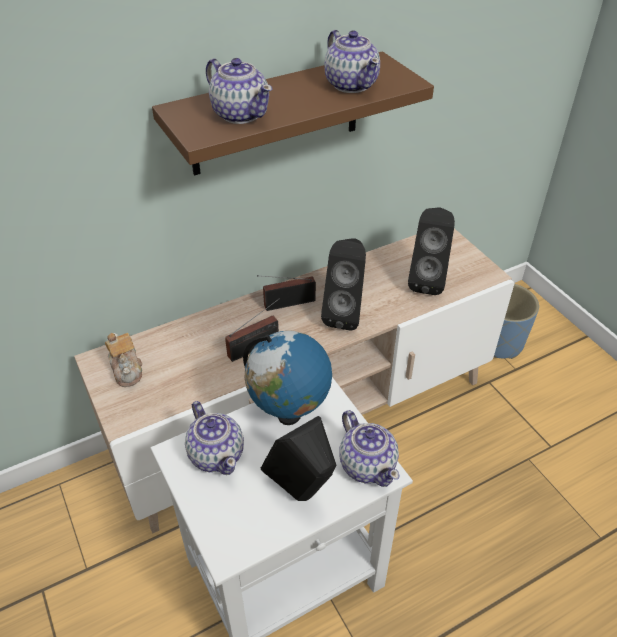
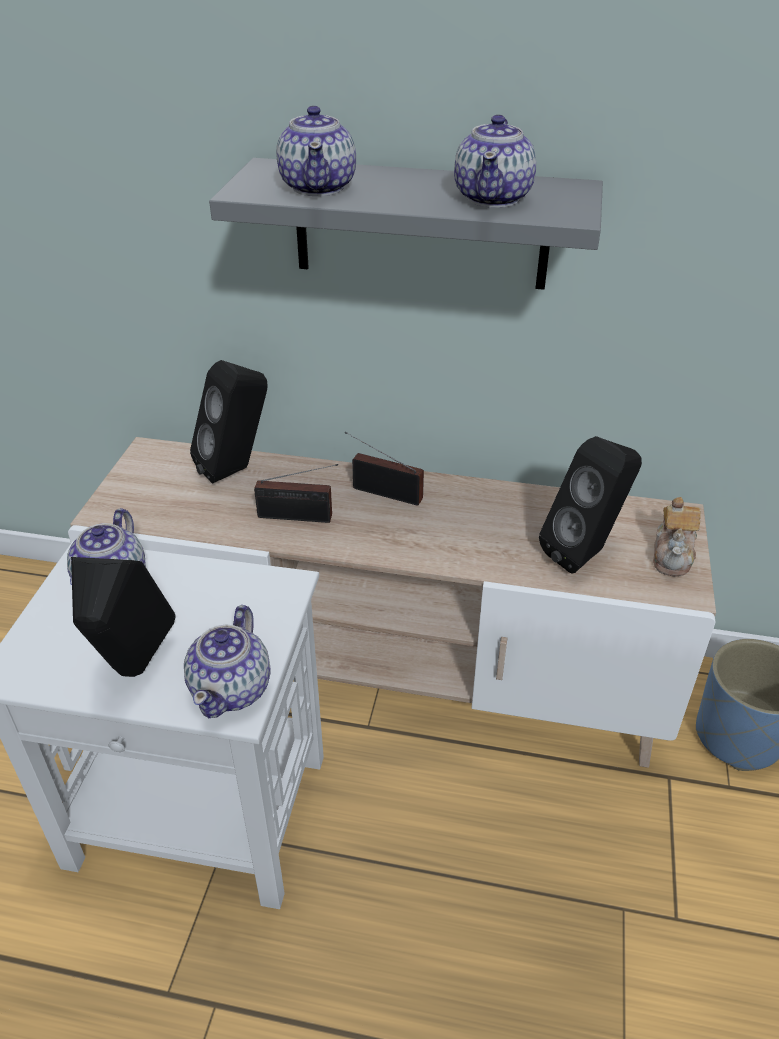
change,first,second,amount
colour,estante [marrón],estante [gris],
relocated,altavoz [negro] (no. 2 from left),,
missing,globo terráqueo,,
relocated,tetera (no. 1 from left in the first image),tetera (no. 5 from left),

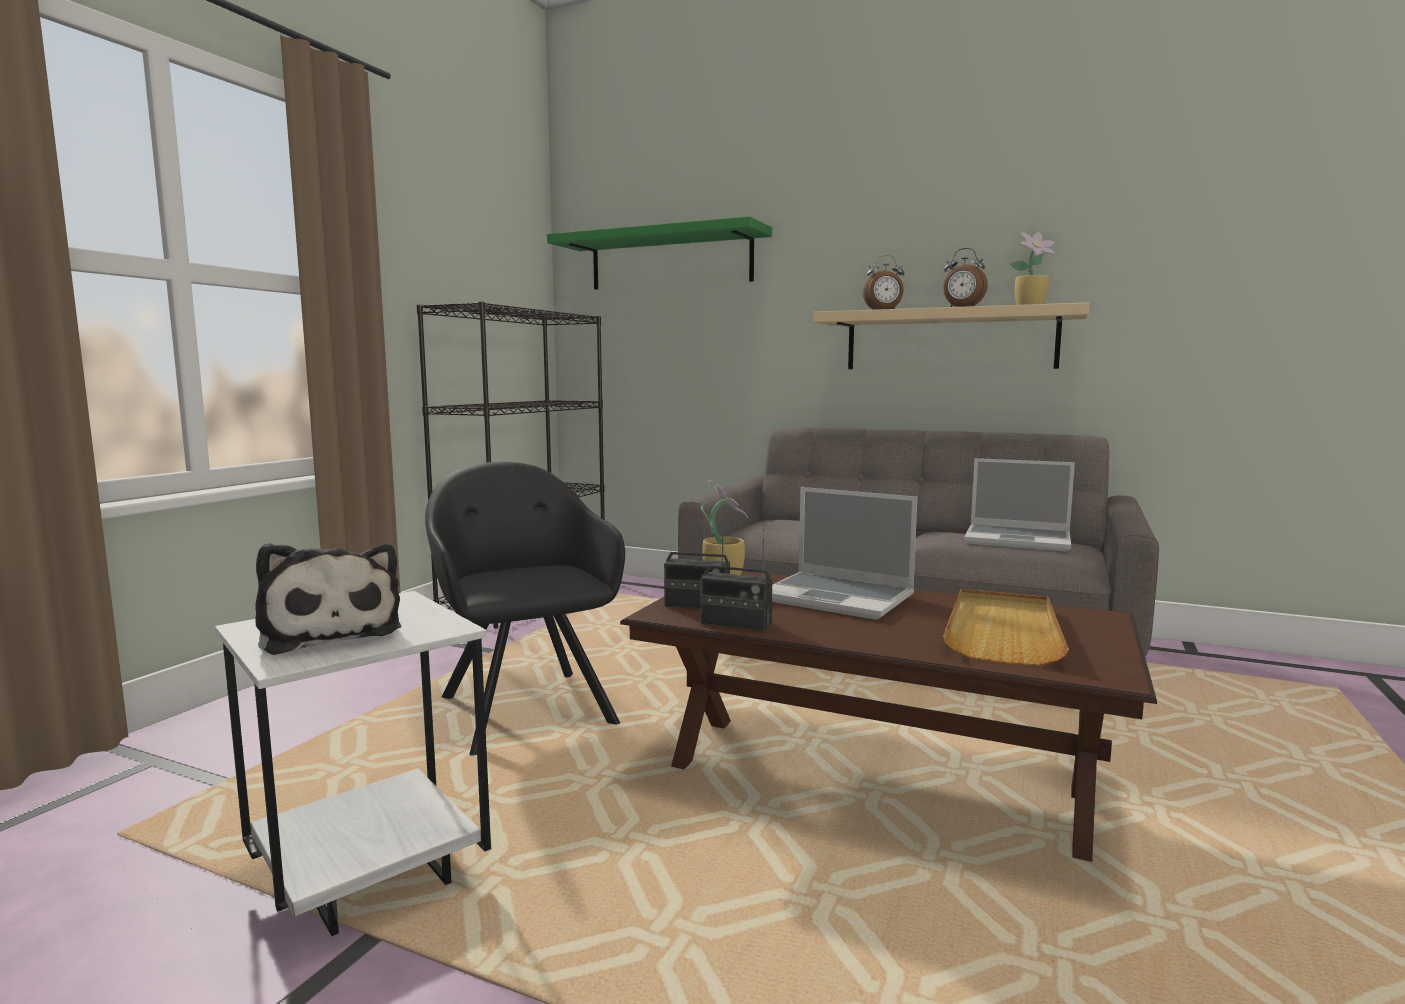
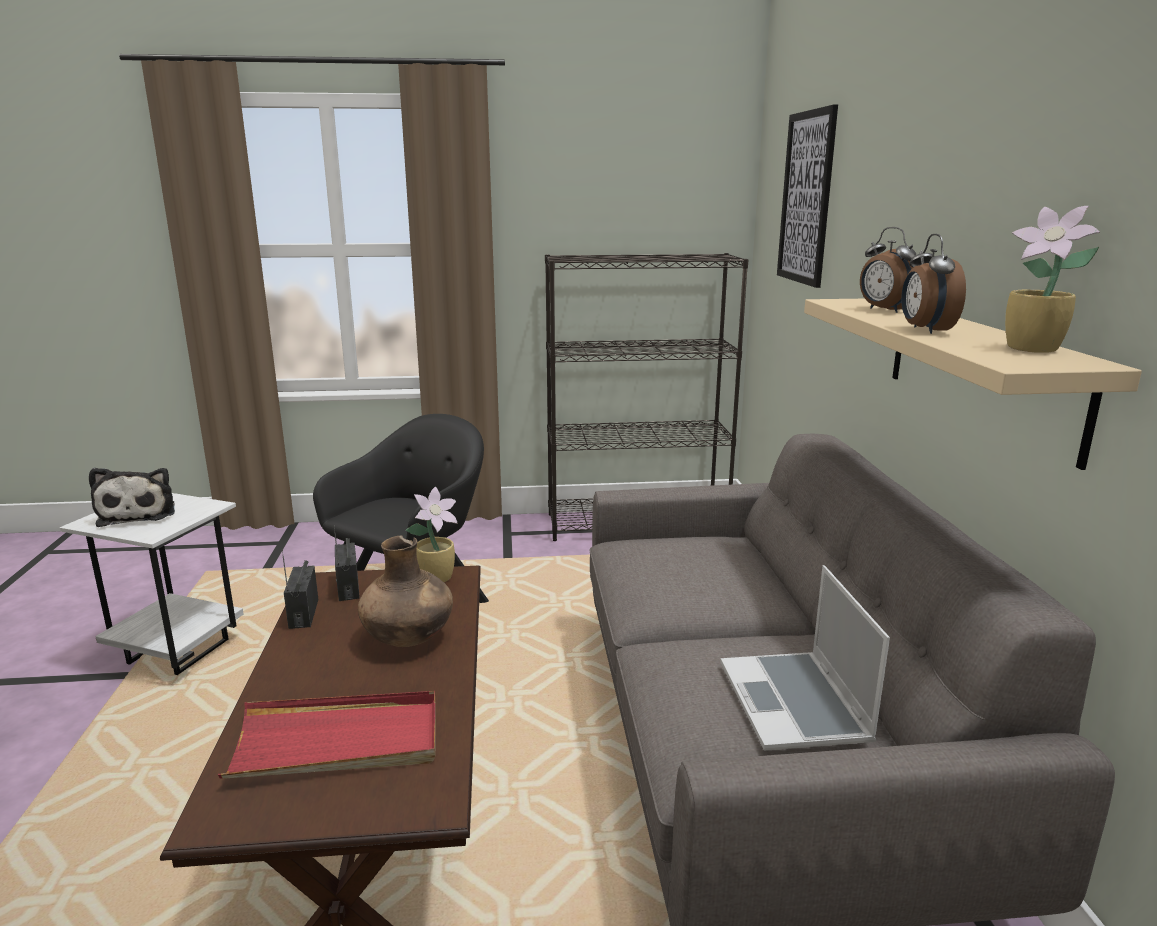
change,first,second,amount
exchanged,estante [verde],cuadro,
exchanged,portátil (no. 1 from left),florero [marrón],
spun,peluche,,45 degrees counterclockwise
colour,bandeja [beis],bandeja [rojo],

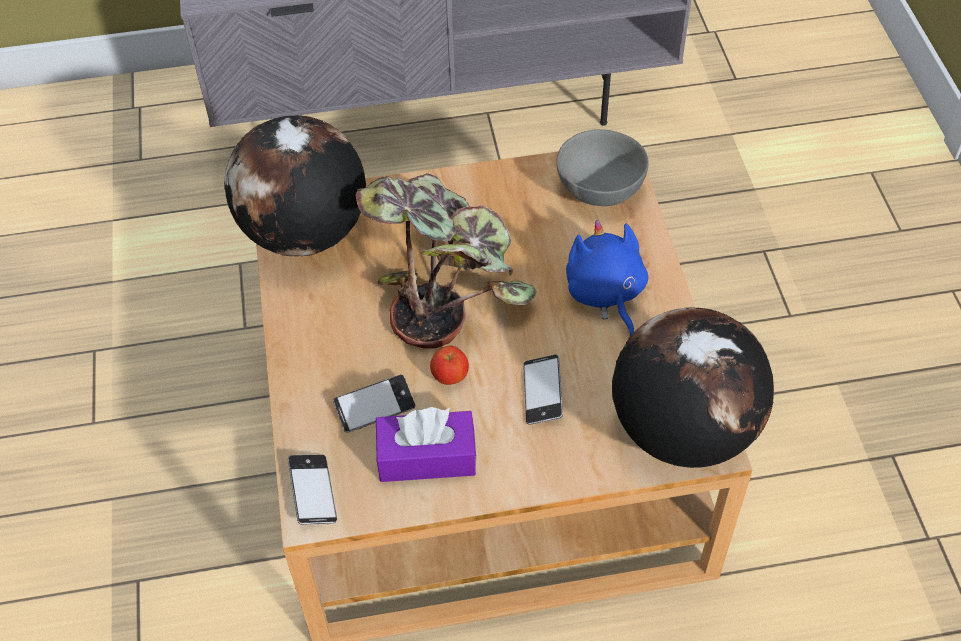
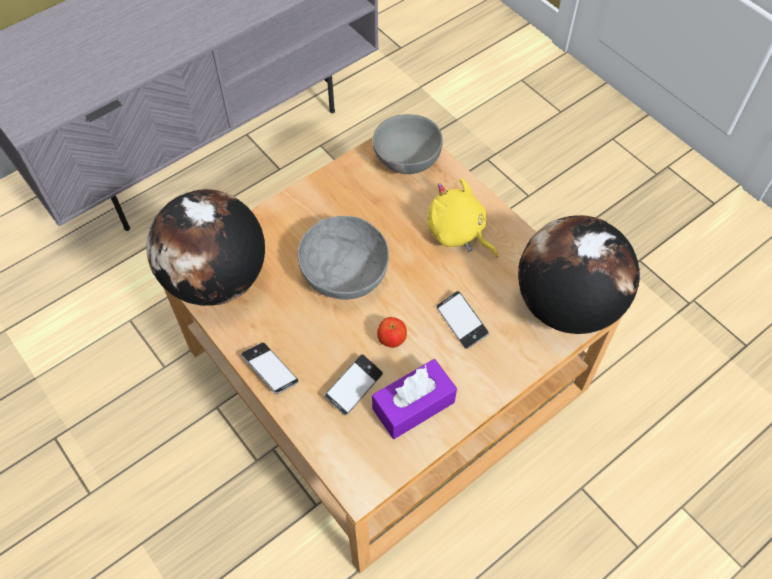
change,first,second,amount
exchanged,planta en maceta,cuenco [gris] (no. 1 from left),
colour,peluche [azul],peluche [amarillo],
relocated,móvil (no. 1 from left),,

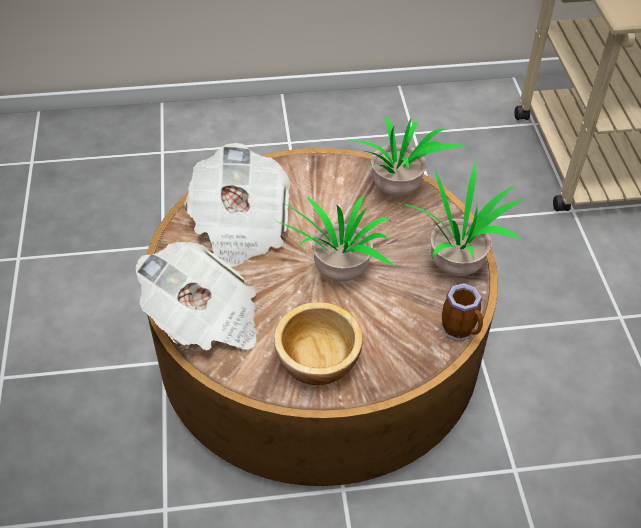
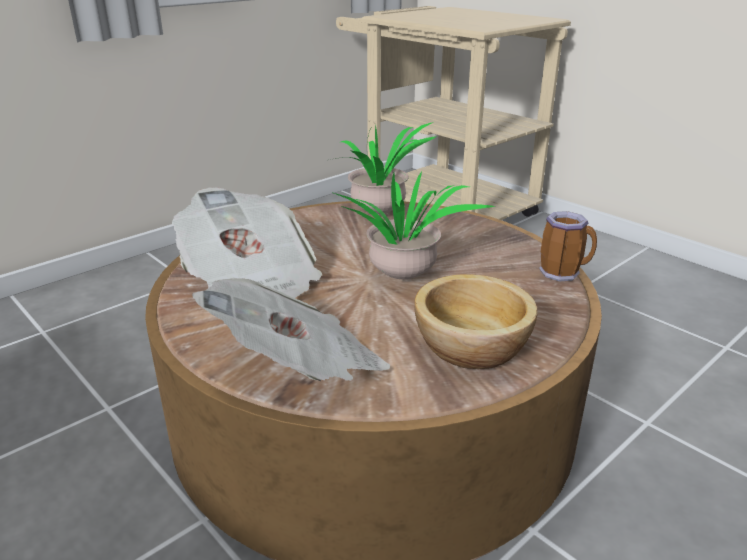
change,first,second,amount
missing,planta en maceta (no. 3 from left),,

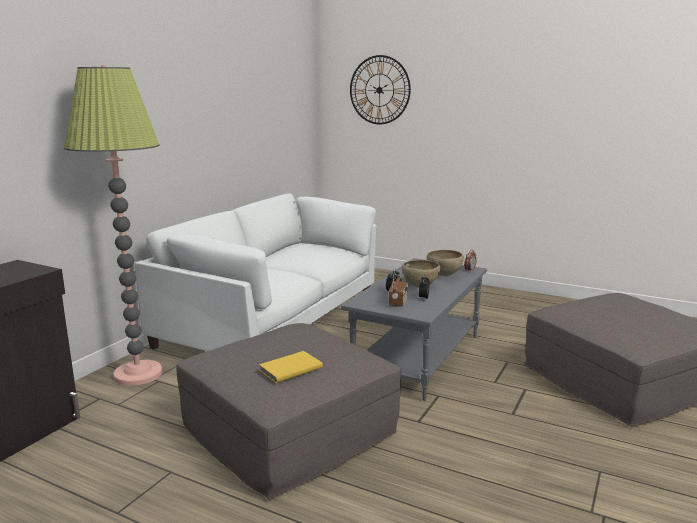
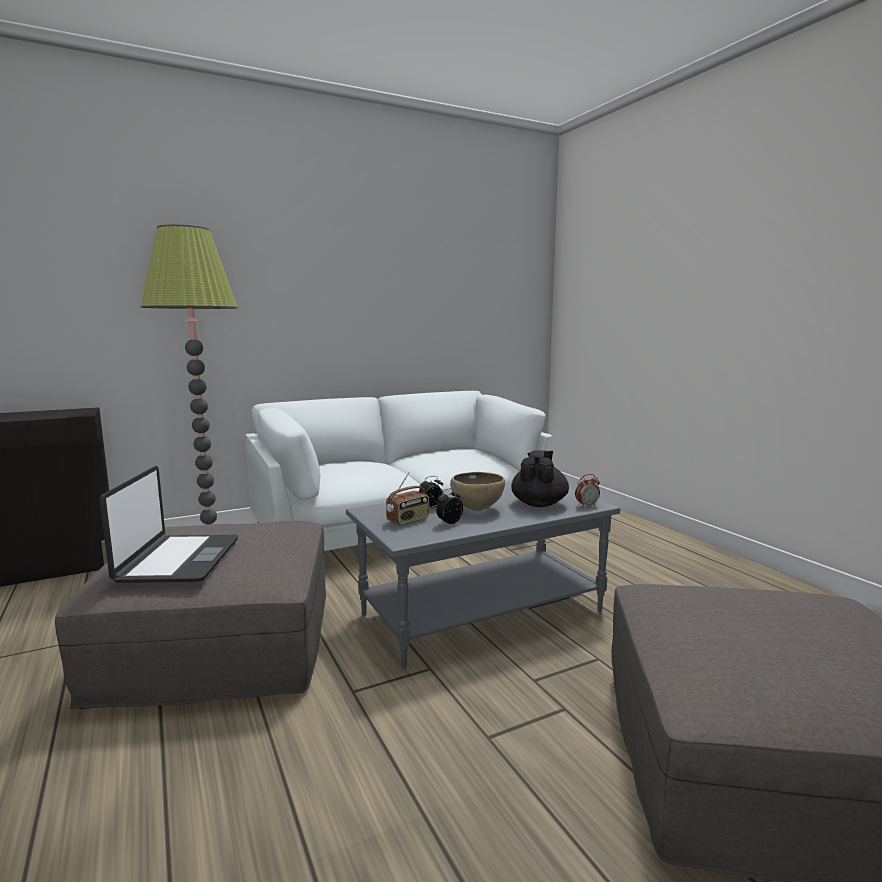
change,first,second,amount
missing,reloj de pared,,
exchanged,cuenco [marrón] (no. 2 from left),tetera [negro],
exchanged,libro [amarillo],portátil,

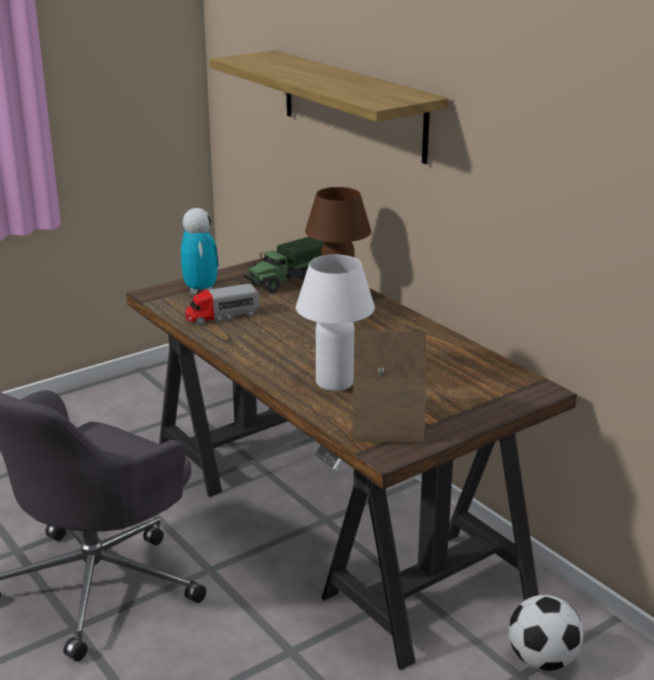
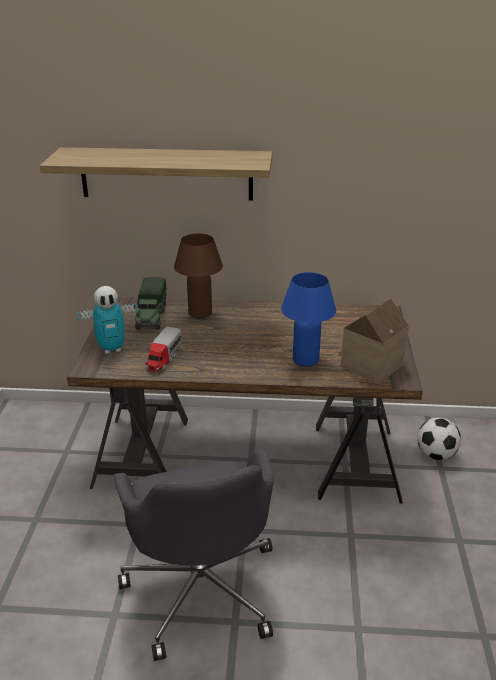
change,first,second,amount
spun,robot de juguete,,135 degrees clockwise
colour,lámpara de mesa [blanco],lámpara de mesa [azul],

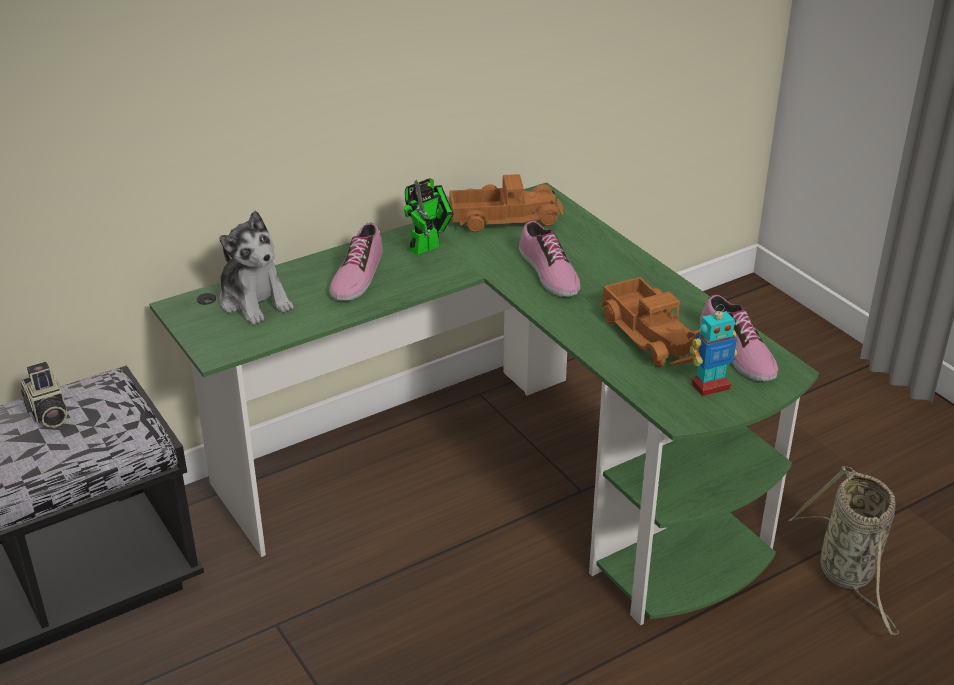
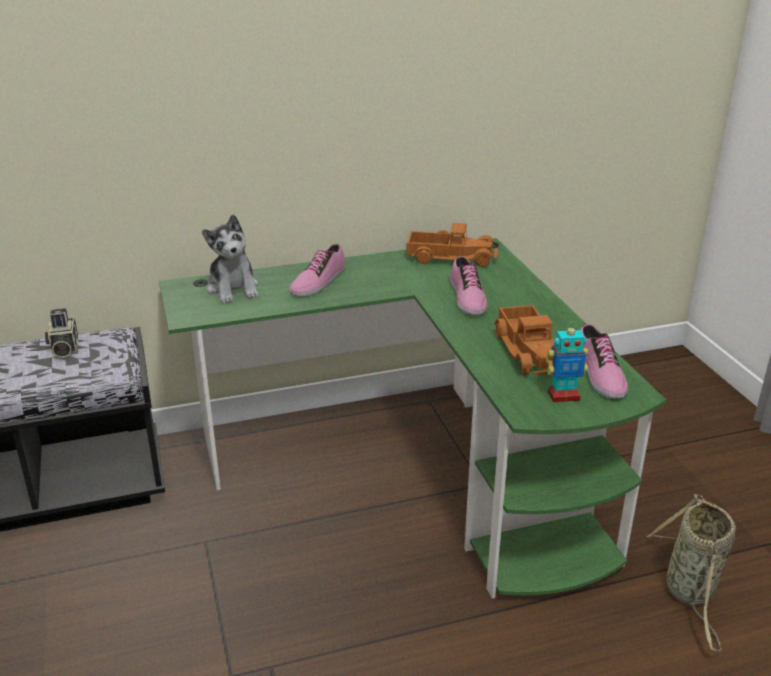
change,first,second,amount
missing,robot de juguete (no. 1 from left),,

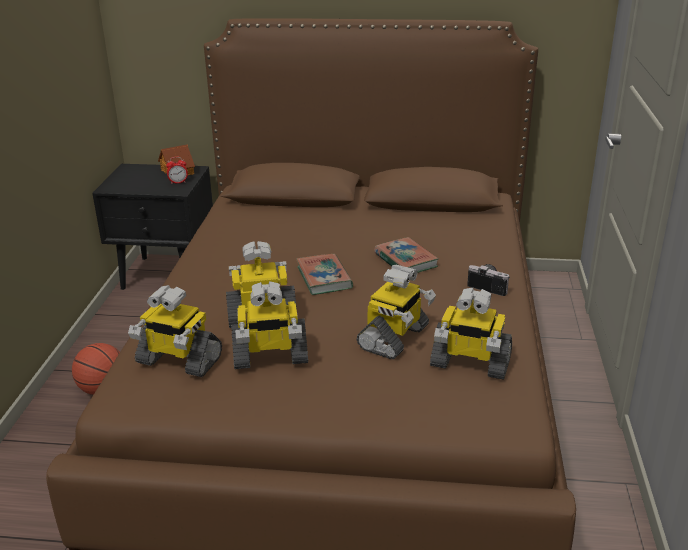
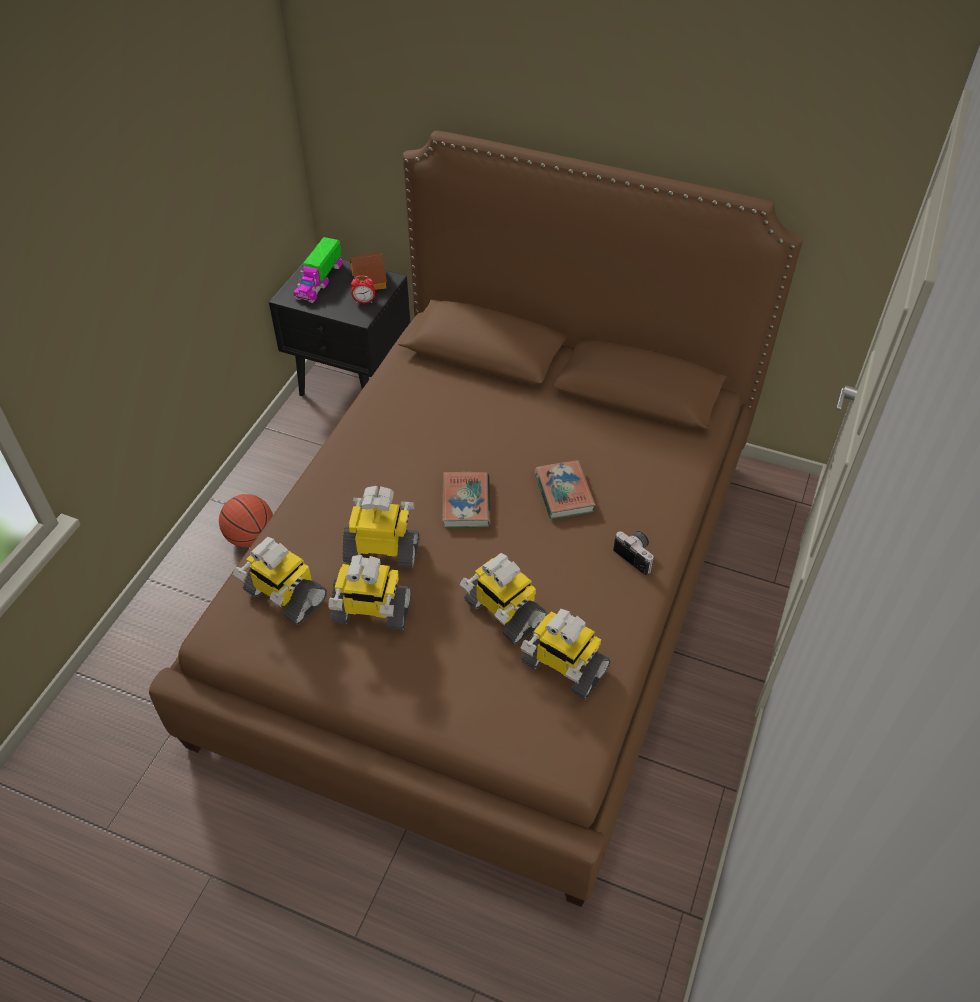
change,first,second,amount
spun,robot de juguete (no. 4 from left),,90 degrees clockwise
appeared,,camión de juguete,

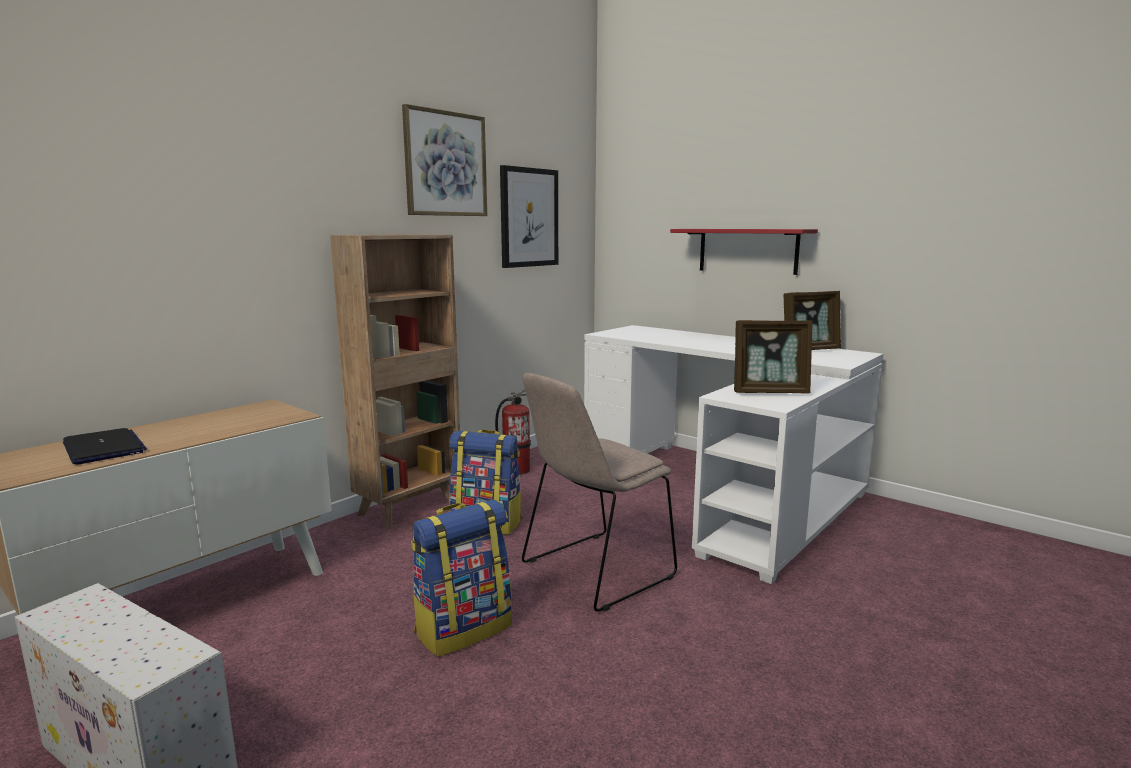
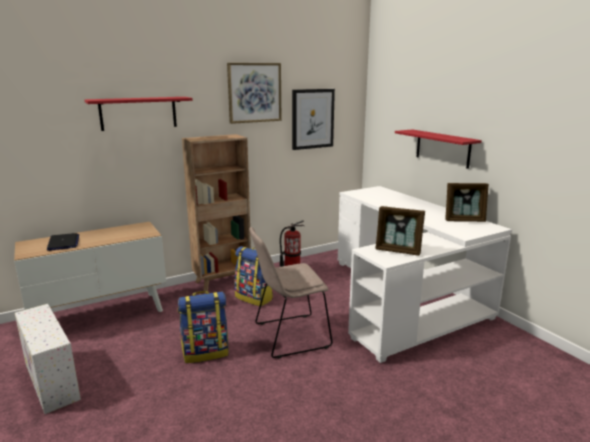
change,first,second,amount
appeared,,estante [rojo] (no. 1 from left),

